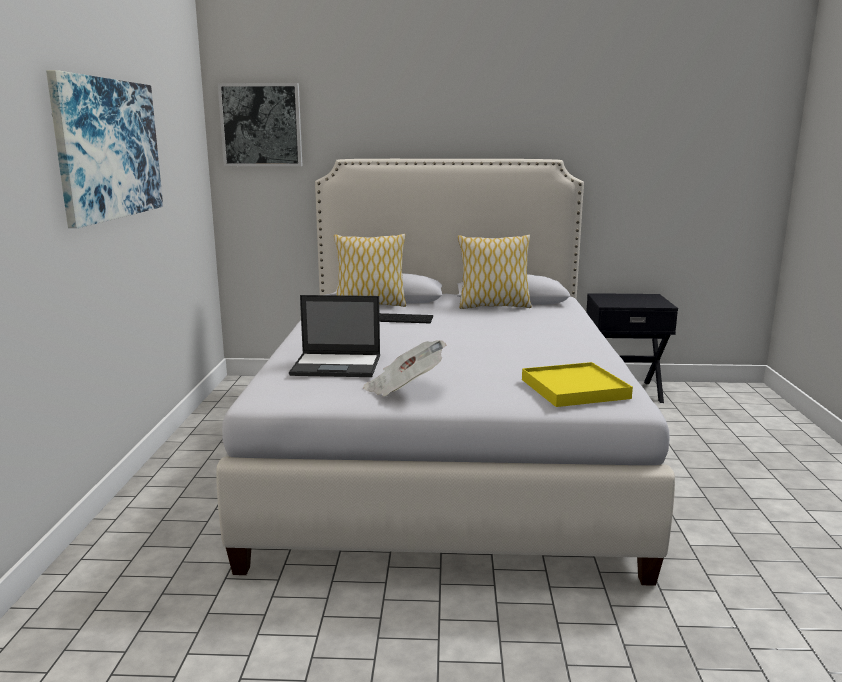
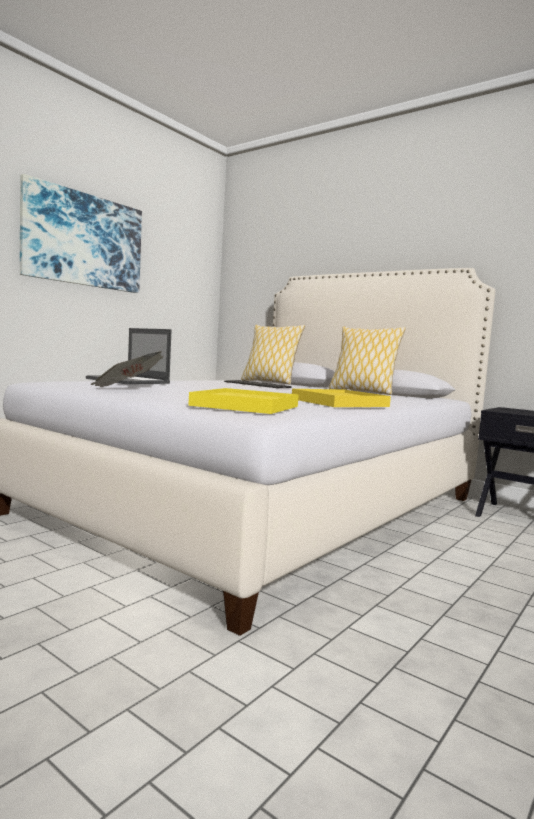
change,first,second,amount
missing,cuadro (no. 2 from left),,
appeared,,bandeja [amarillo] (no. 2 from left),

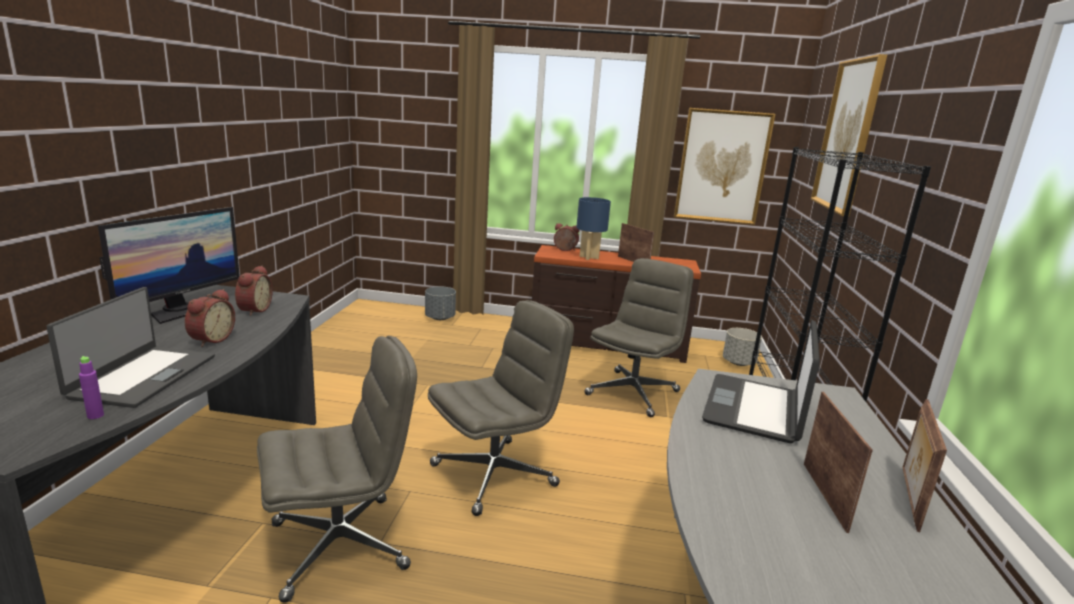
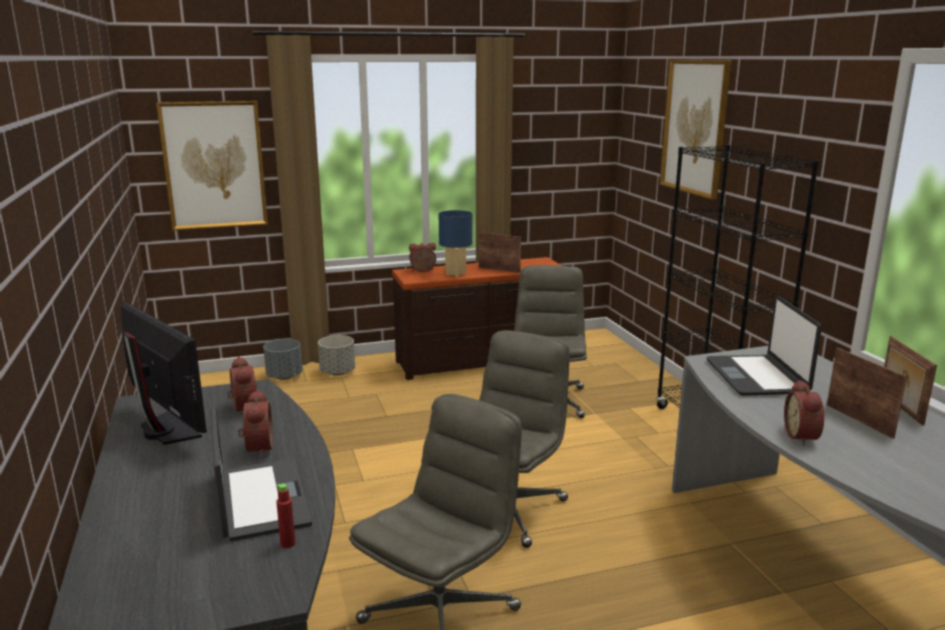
change,first,second,amount
relocated,cuadro (no. 1 from left),,
spun,monitor,,45 degrees counterclockwise
relocated,maceta [gris] (no. 2 from left),,
colour,botella [morado],botella [rojo],
appeared,,despertador (no. 4 from left),

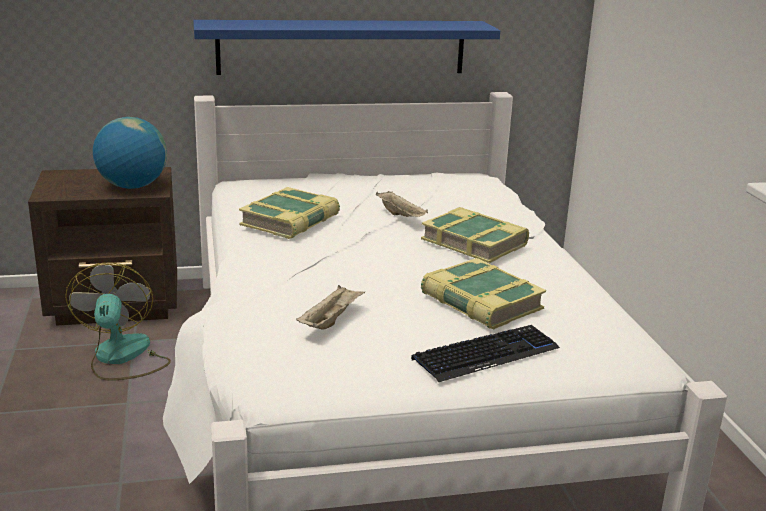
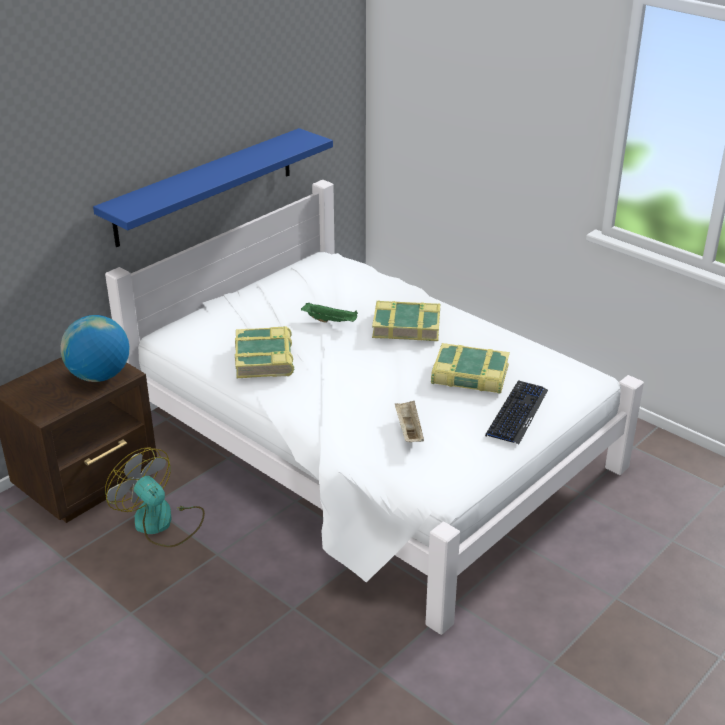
change,first,second,amount
colour,bandeja [beis] (no. 2 from left),bandeja [verde],

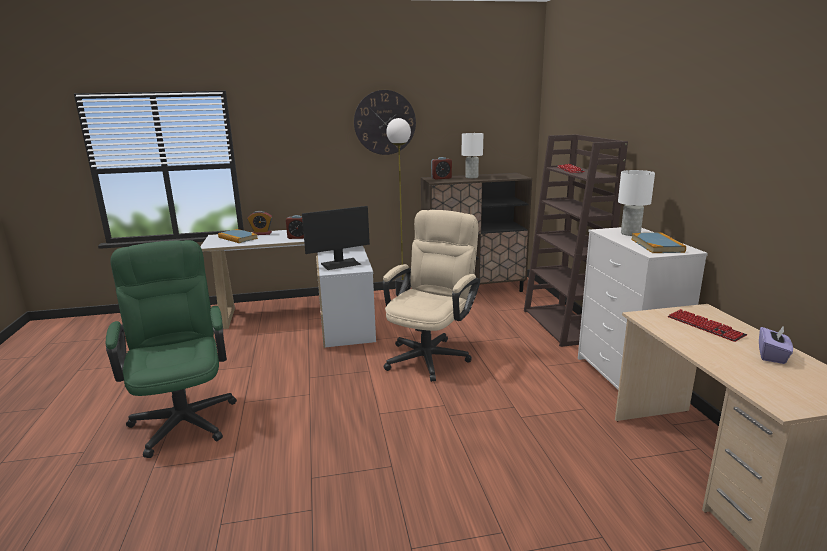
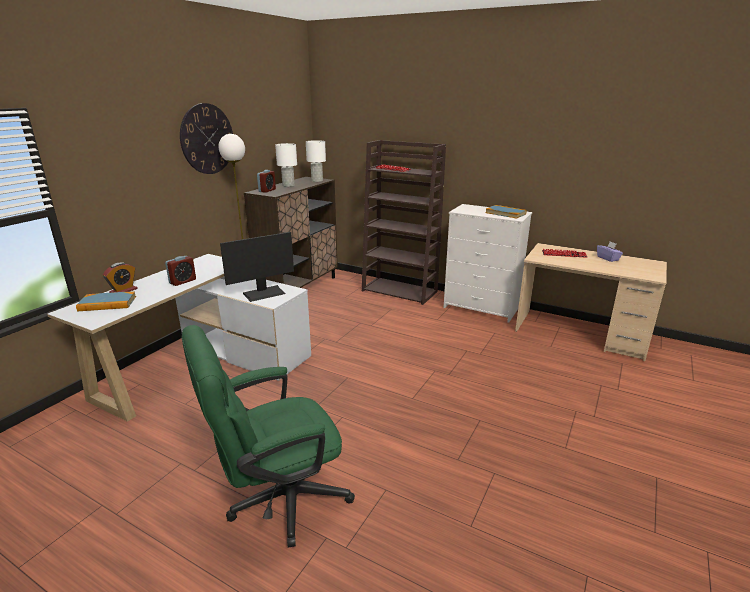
change,first,second,amount
relocated,lámpara de mesa [blanco] (no. 2 from left),,
spun,monitor,,45 degrees clockwise
missing,silla de oficina [beis],,
spun,silla de oficina [verde],,45 degrees counterclockwise

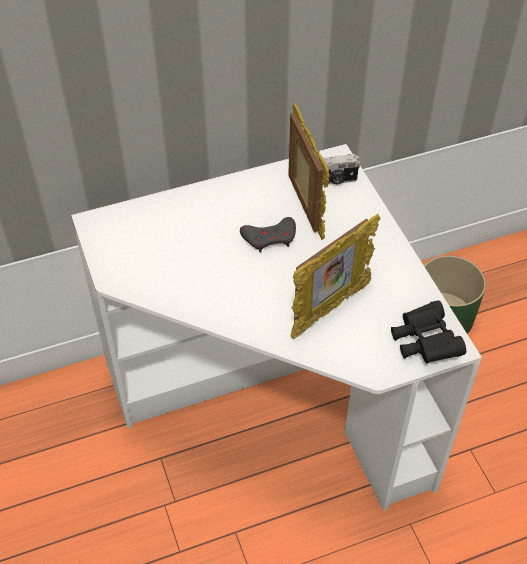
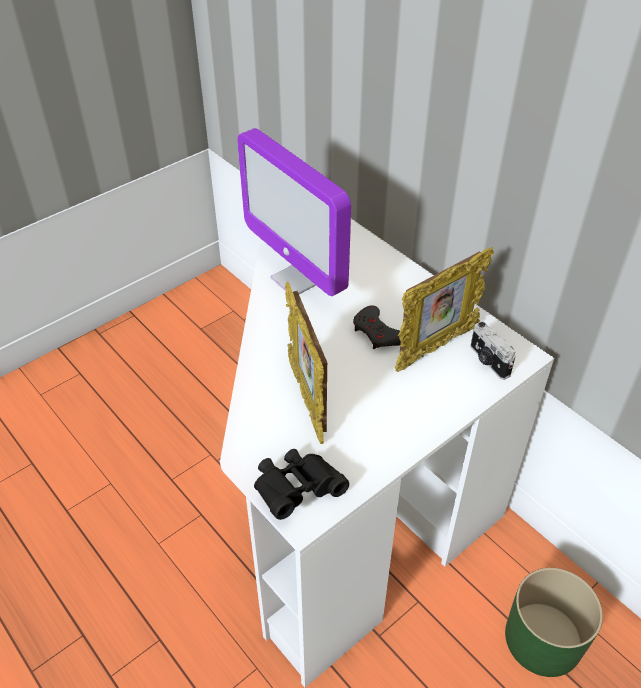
change,first,second,amount
spun,portarretratos (no. 2 from left in the first image),portarretratos (no. 1 from left),45 degrees clockwise
appeared,,monitor,

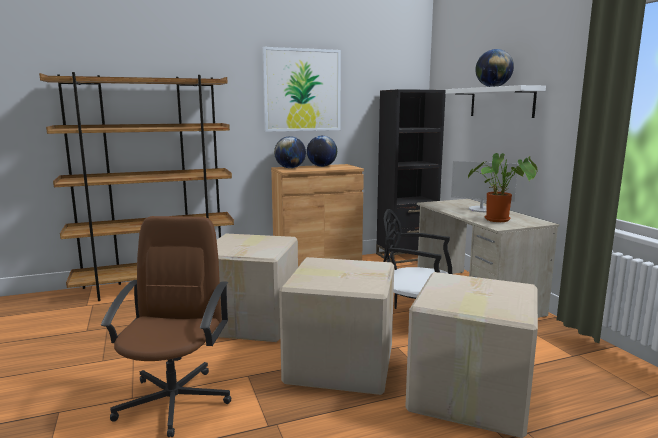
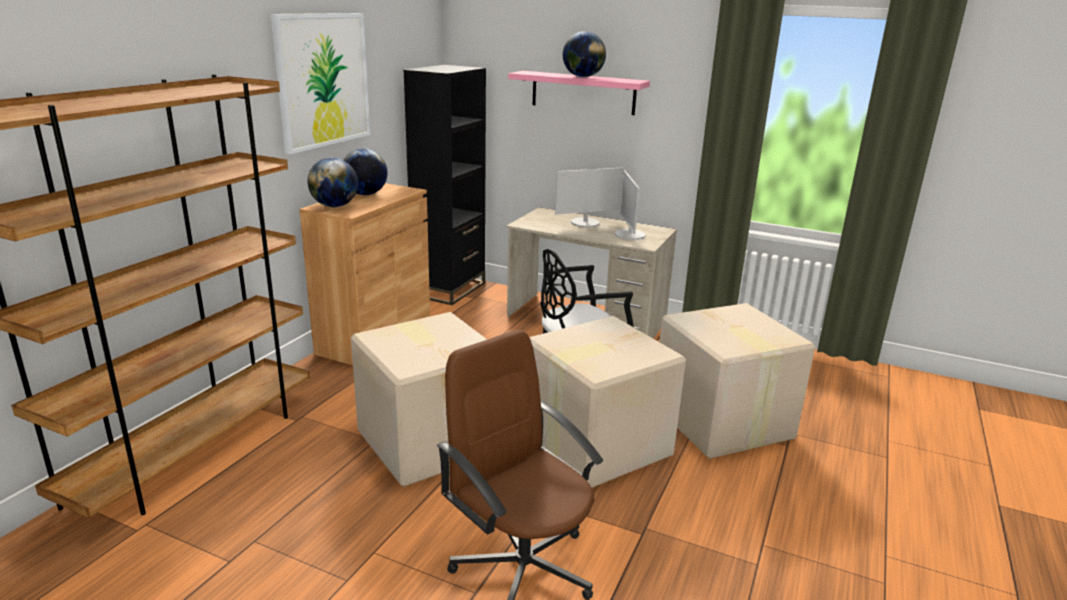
change,first,second,amount
colour,estante [blanco],estante [rosa],
exchanged,planta en maceta,monitor (no. 2 from left),

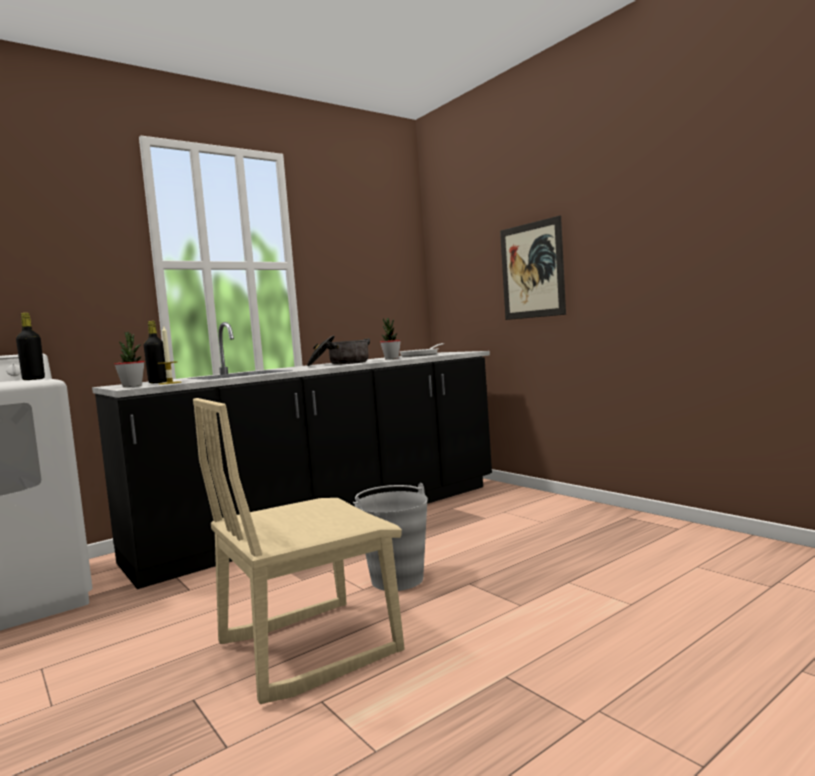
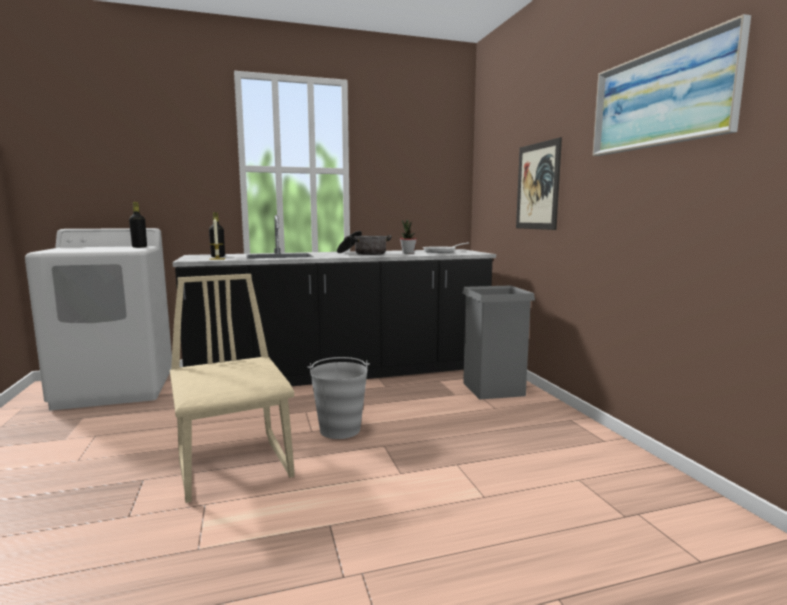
change,first,second,amount
missing,planta en maceta (no. 1 from left),,
spun,silla [beis],,75 degrees clockwise
appeared,,cuadro (no. 2 from left),
appeared,,papelera [gris],

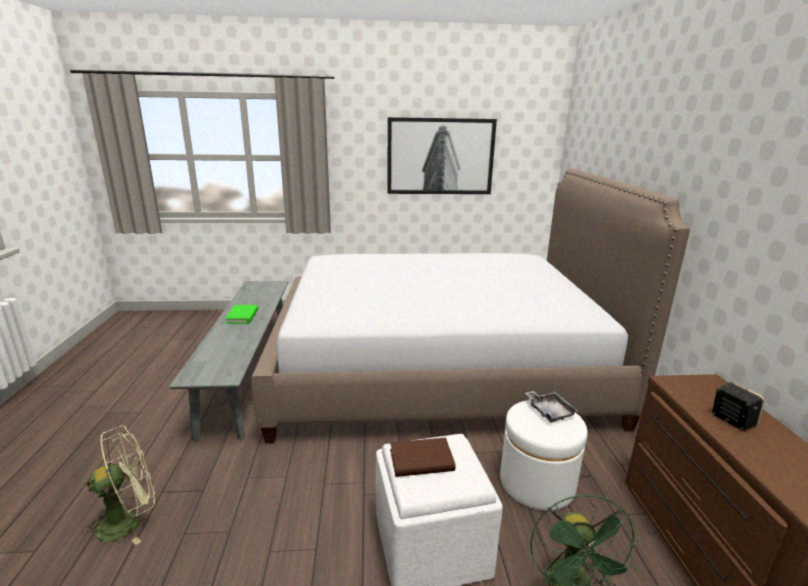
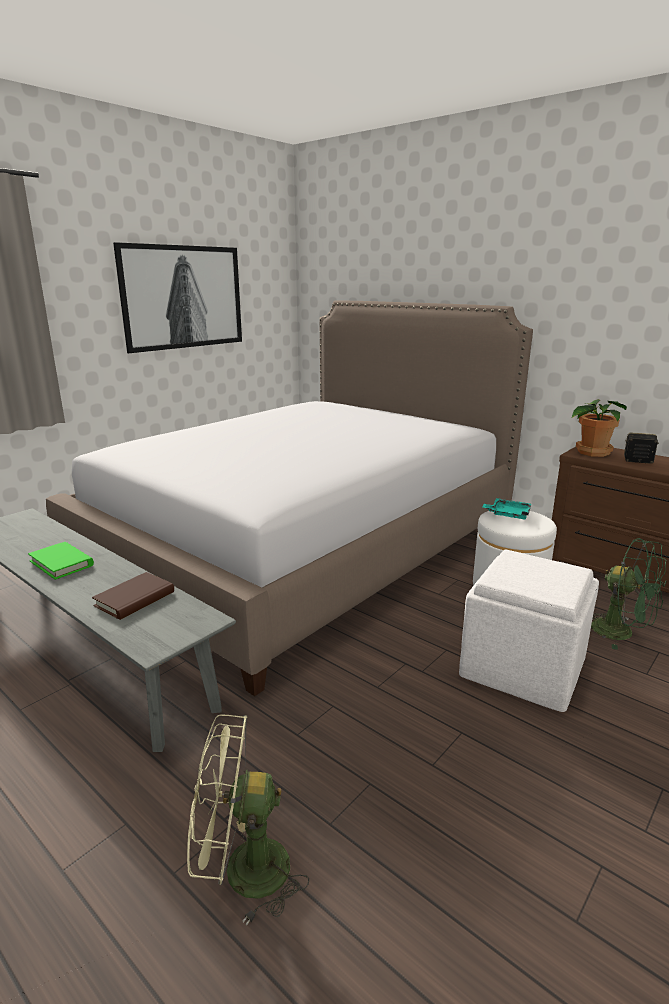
change,first,second,amount
colour,bandeja [gris],bandeja [turquesa],
spun,ventilador [verde] (no. 1 from left),,105 degrees counterclockwise
relocated,libro [marrón],,
appeared,,planta en maceta,

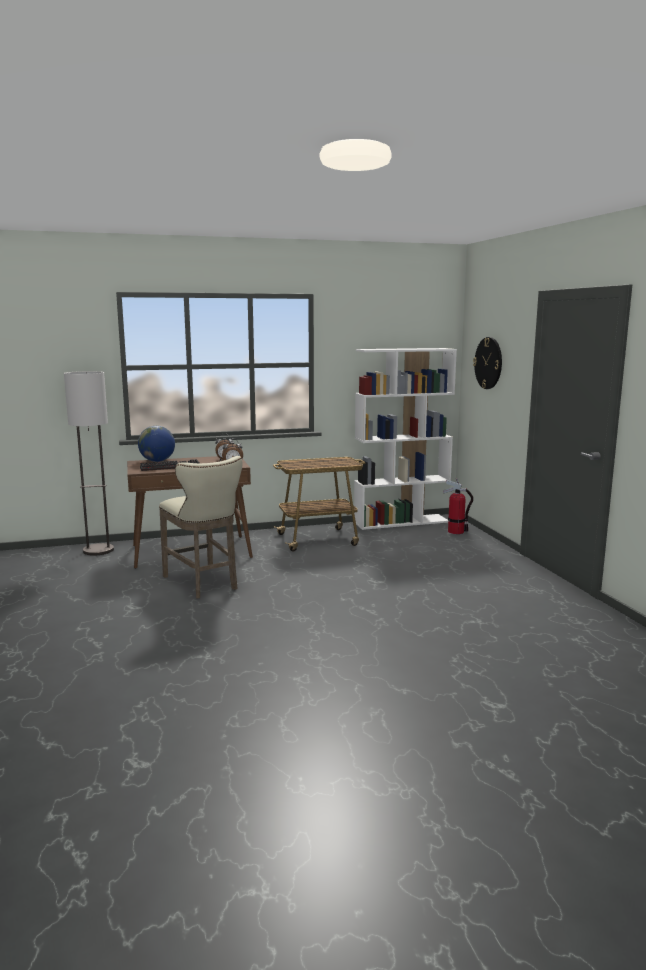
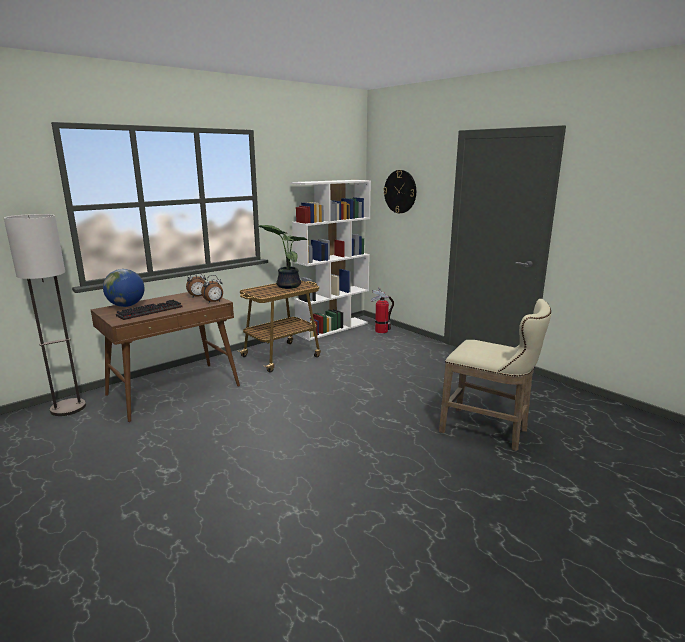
change,first,second,amount
relocated,taburete [beis],,
appeared,,planta en maceta,

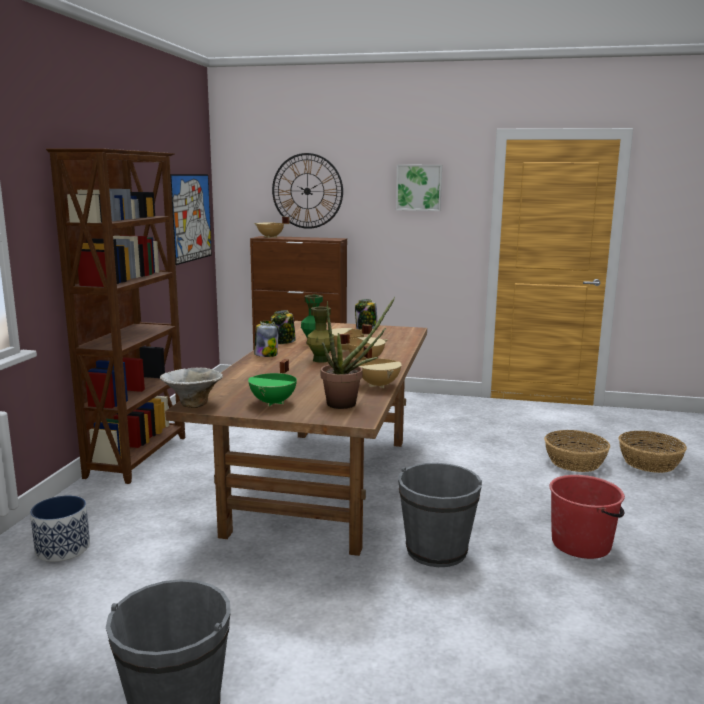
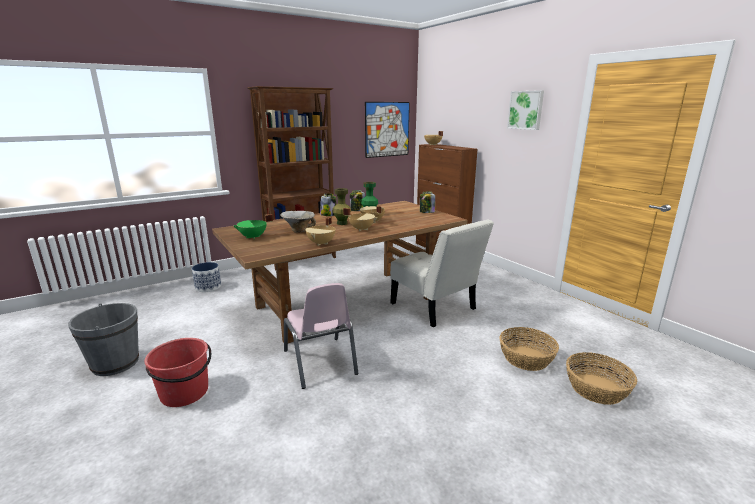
change,first,second,amount
missing,reloj de pared,,
missing,planta en maceta,,
relocated,cuenco,,
exchanged,cubo [gris] (no. 2 from left),silla [rosa],
relocated,cubo [rojo],,
appeared,,silla [blanco],

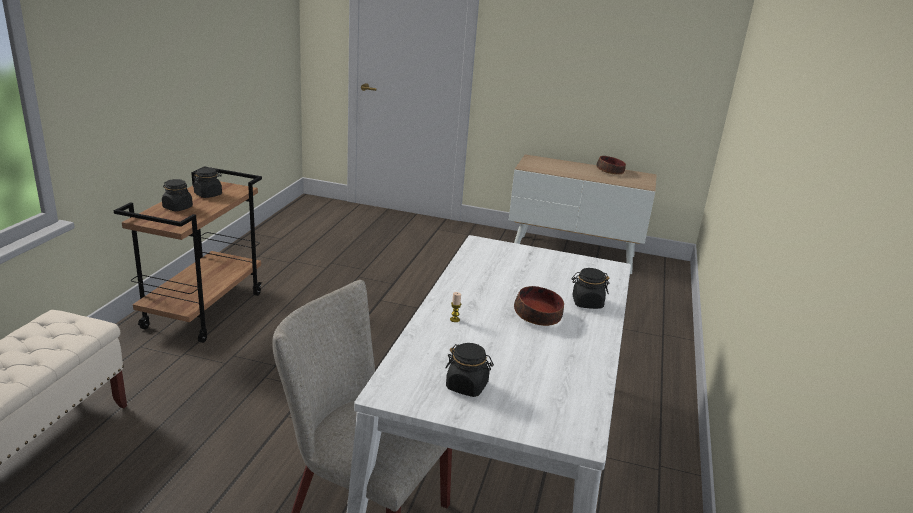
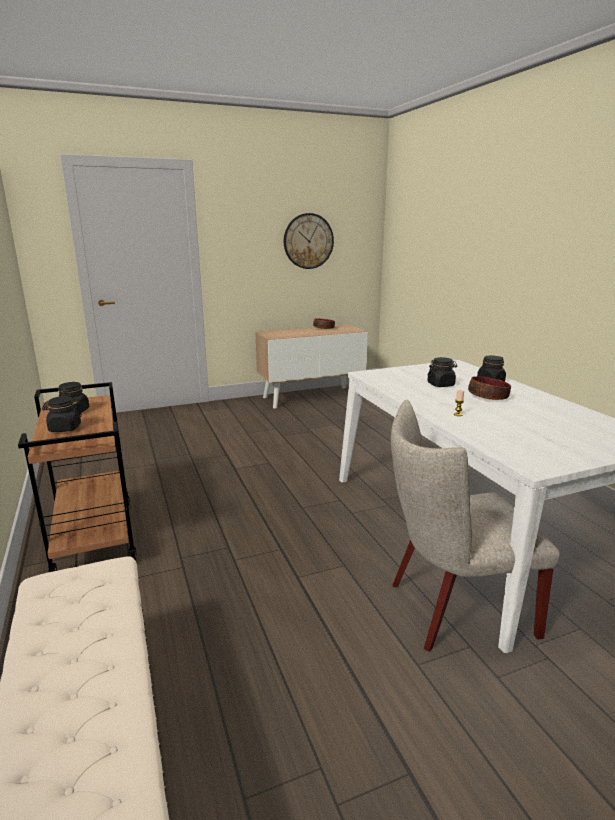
change,first,second,amount
relocated,tarro [negro] (no. 3 from left),,
appeared,,reloj de pared,

